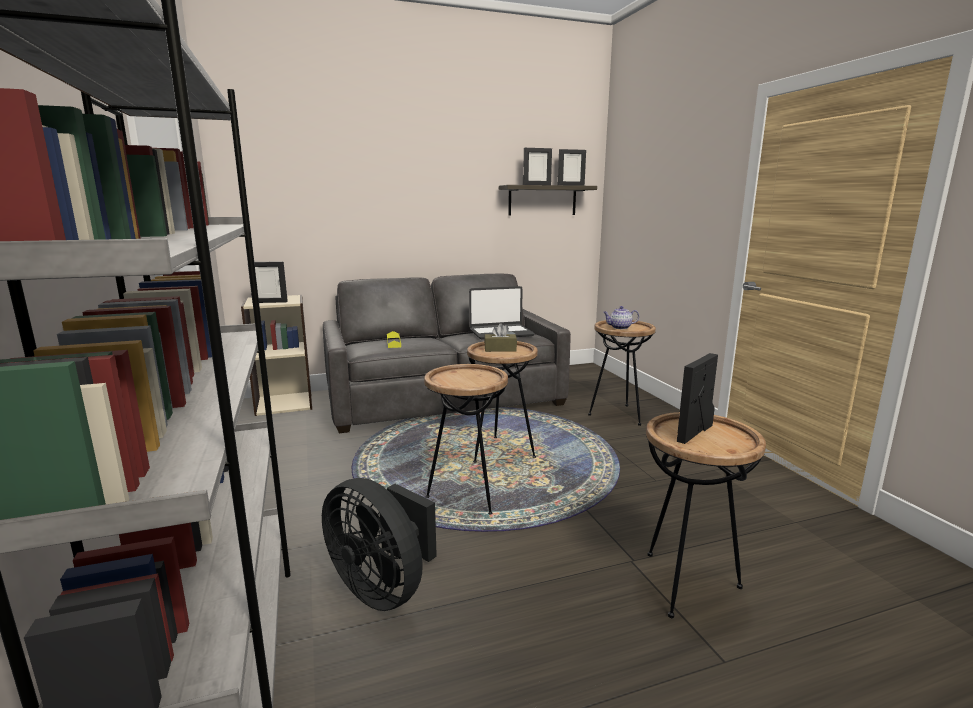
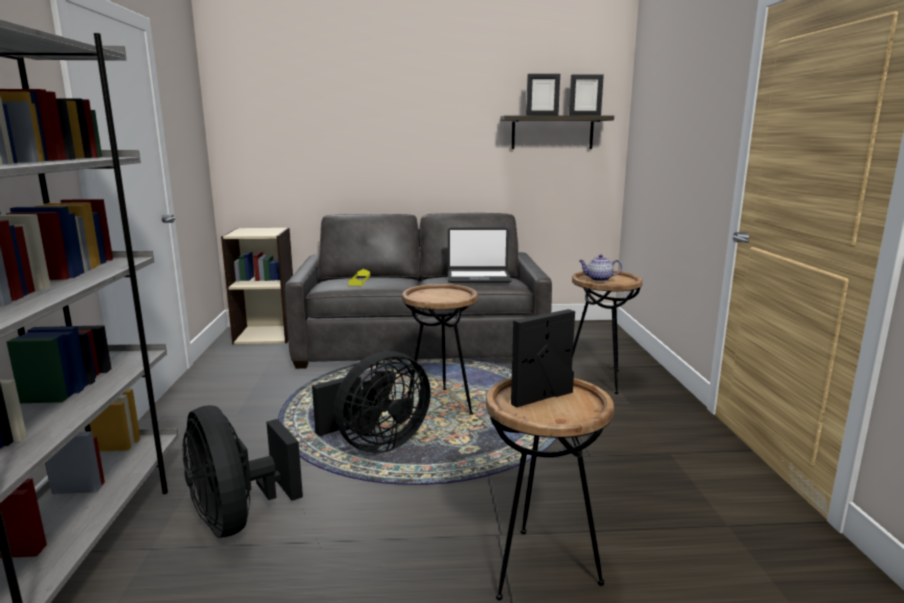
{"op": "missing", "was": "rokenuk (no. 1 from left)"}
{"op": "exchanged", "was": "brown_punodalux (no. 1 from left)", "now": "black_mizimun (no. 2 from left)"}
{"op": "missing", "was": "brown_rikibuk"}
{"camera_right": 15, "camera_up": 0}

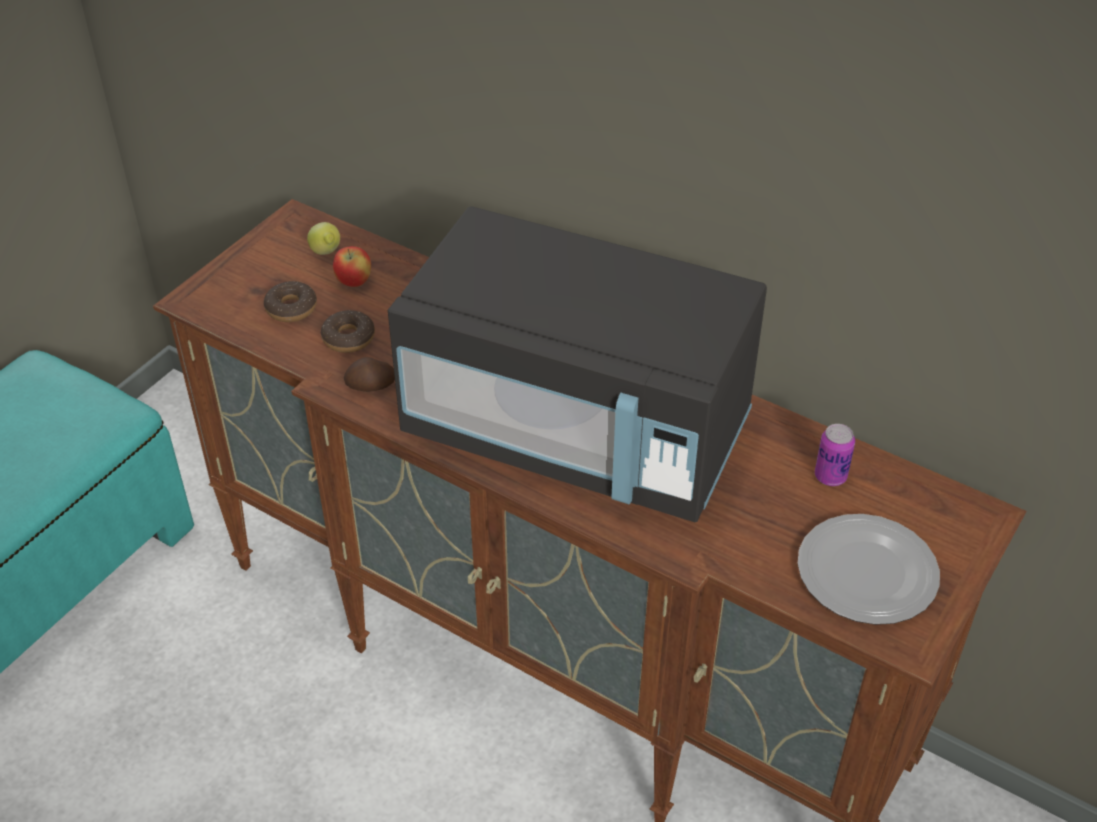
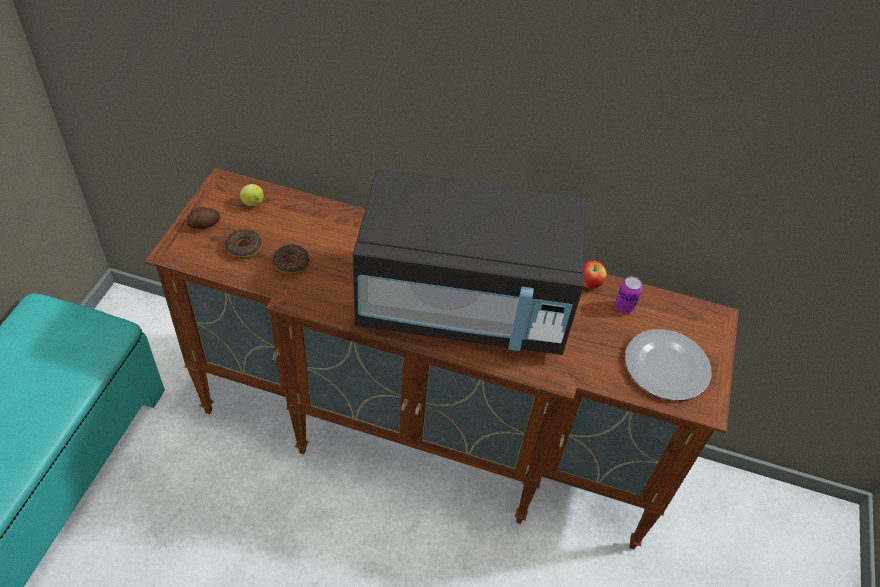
{"op": "relocated", "was": "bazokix"}
{"op": "relocated", "was": "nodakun"}
{"camera_right": -20, "camera_up": 5}

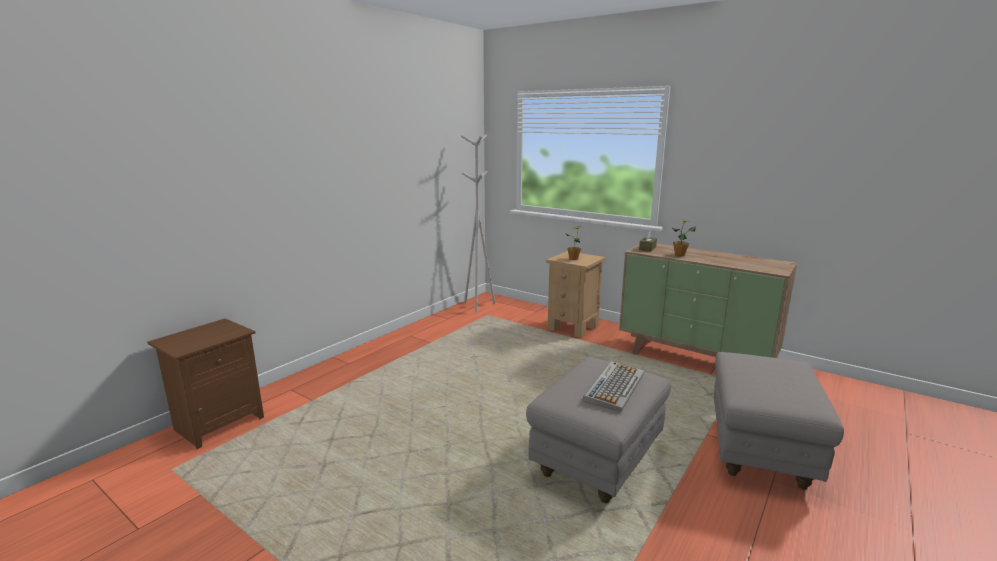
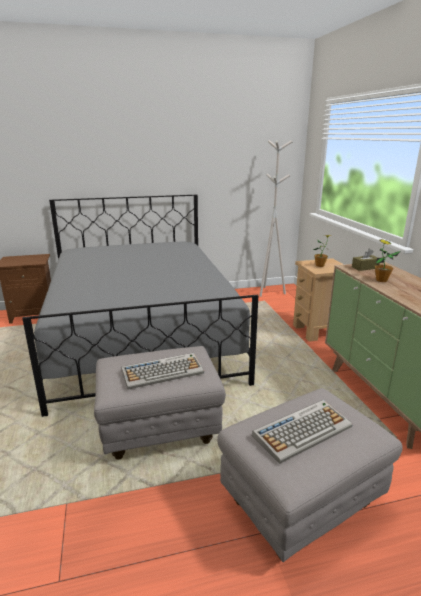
{"op": "appeared", "now": "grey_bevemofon"}
{"op": "appeared", "now": "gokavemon (no. 2 from left)"}
{"camera_right": 40, "camera_up": 5}

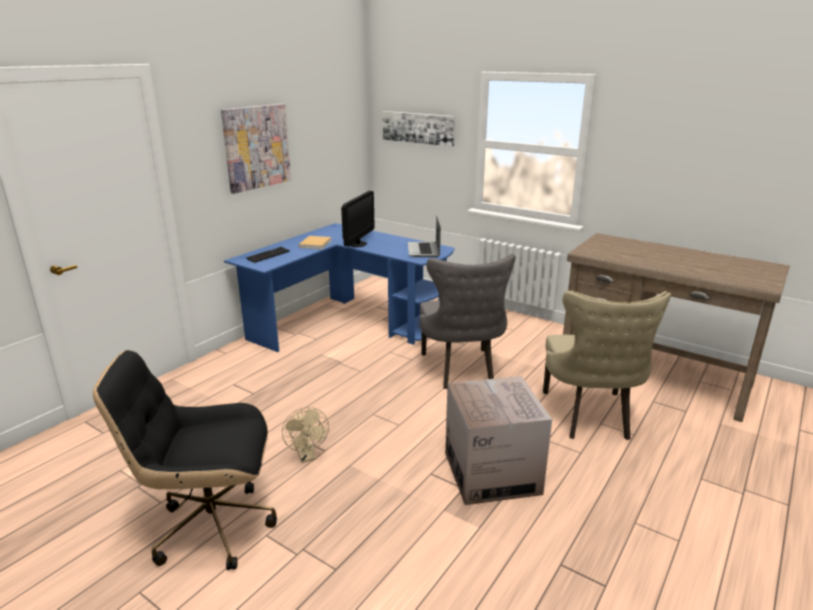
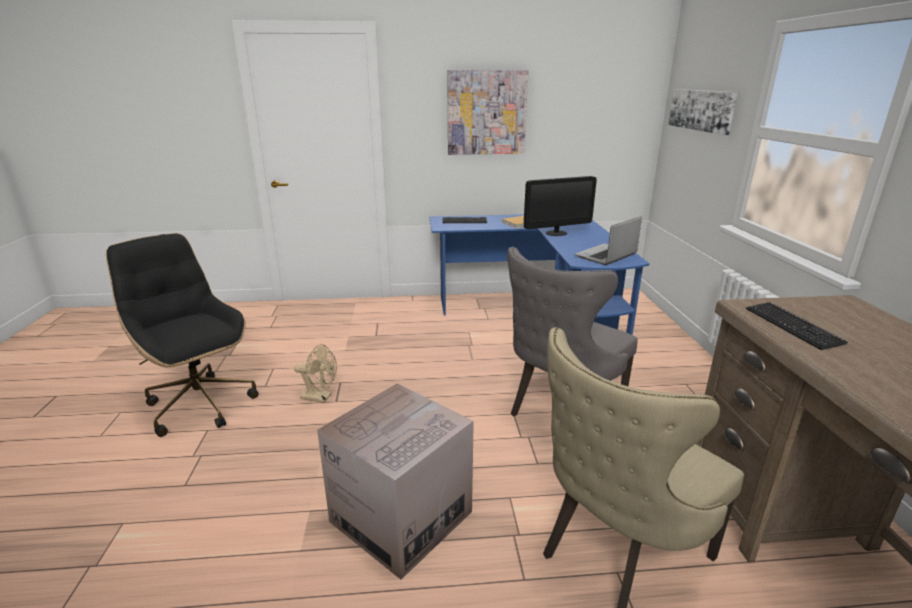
{"op": "spun", "was": "beige_mizimun", "clockwise": -105}
{"op": "appeared", "now": "gokavemon (no. 2 from left)"}
{"camera_right": 50, "camera_up": 0}

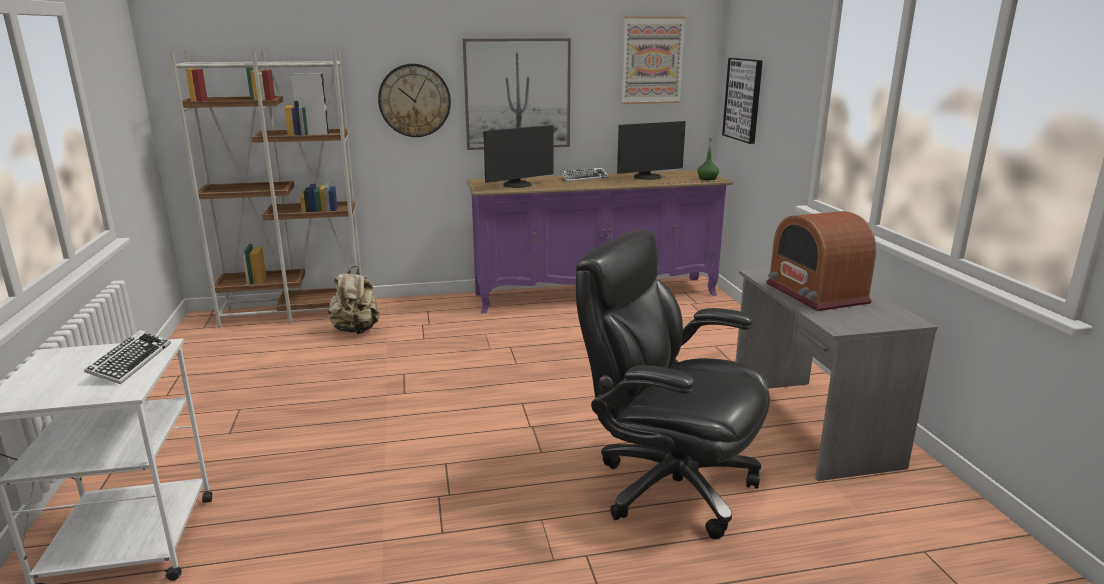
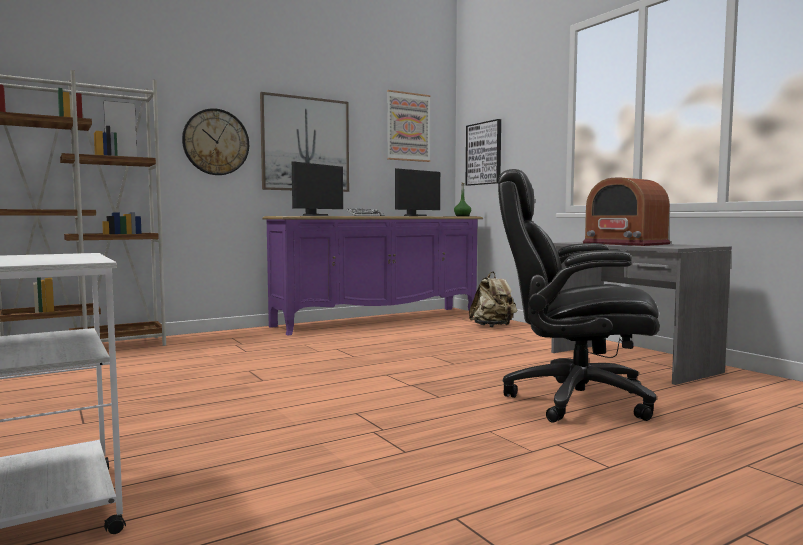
{"op": "missing", "was": "gokavemon (no. 1 from left)"}
{"op": "relocated", "was": "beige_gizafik"}
{"camera_right": -20, "camera_up": -15}

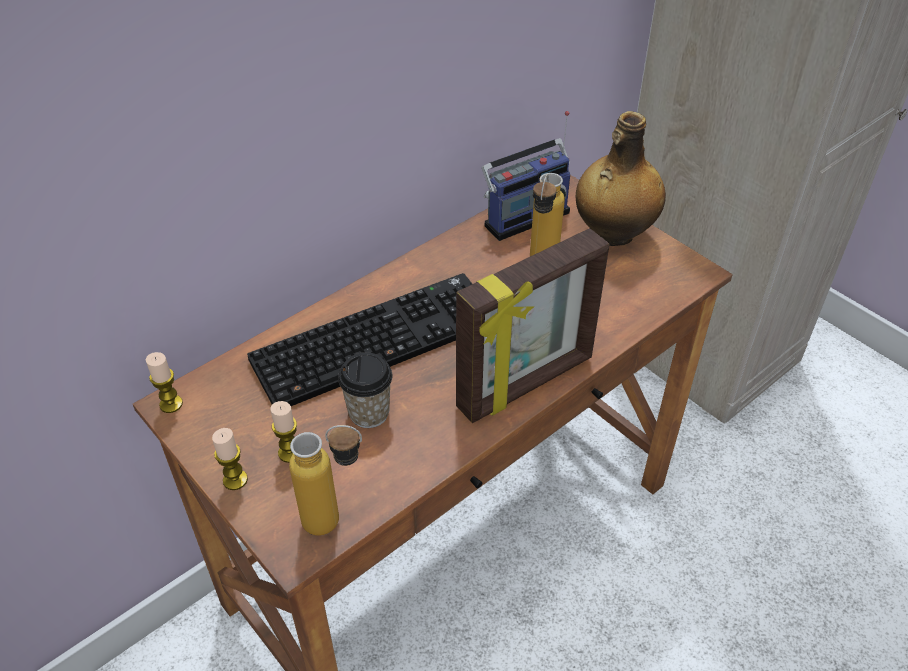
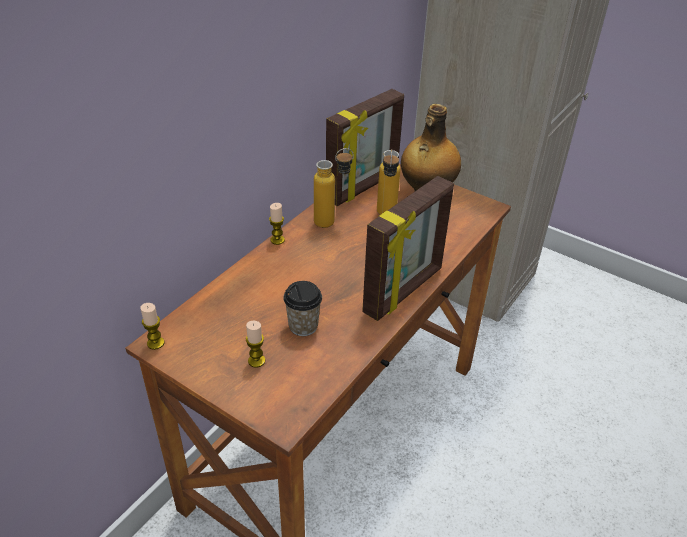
{"op": "relocated", "was": "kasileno (no. 2 from left in the first image)", "now": "kasileno (no. 3 from left)"}
{"op": "missing", "was": "gokavemon"}
{"op": "relocated", "was": "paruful (no. 1 from left)"}
{"op": "exchanged", "was": "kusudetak", "now": "rokenuk (no. 1 from left)"}
{"camera_right": -15, "camera_up": -5}

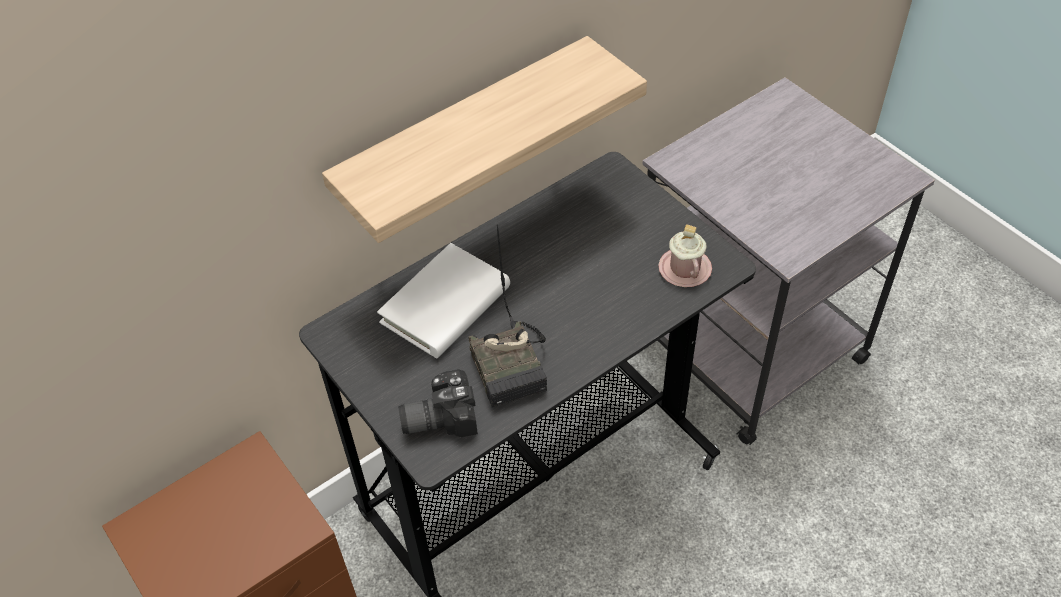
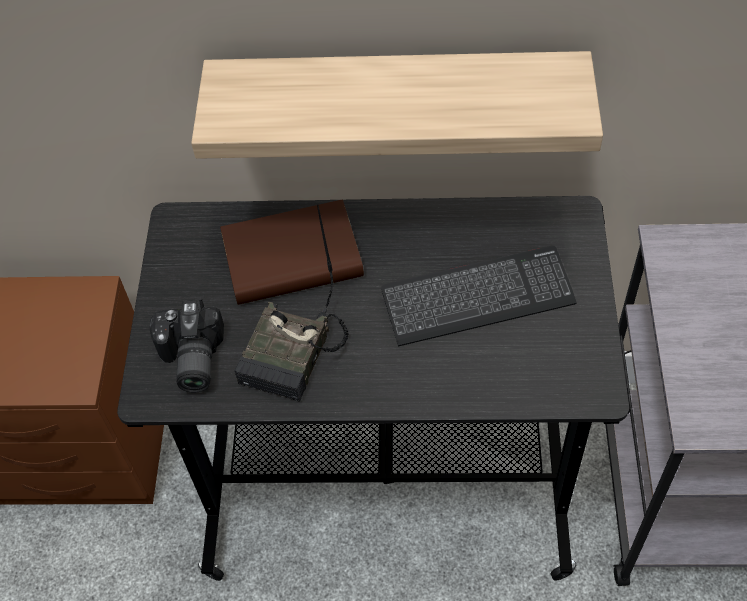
{"op": "colour", "was": "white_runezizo", "now": "brown_runezizo"}
{"op": "spun", "was": "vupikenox", "clockwise": -120}
{"op": "missing", "was": "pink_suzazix"}
{"op": "appeared", "now": "gokavemon"}
{"camera_right": 40, "camera_up": 5}

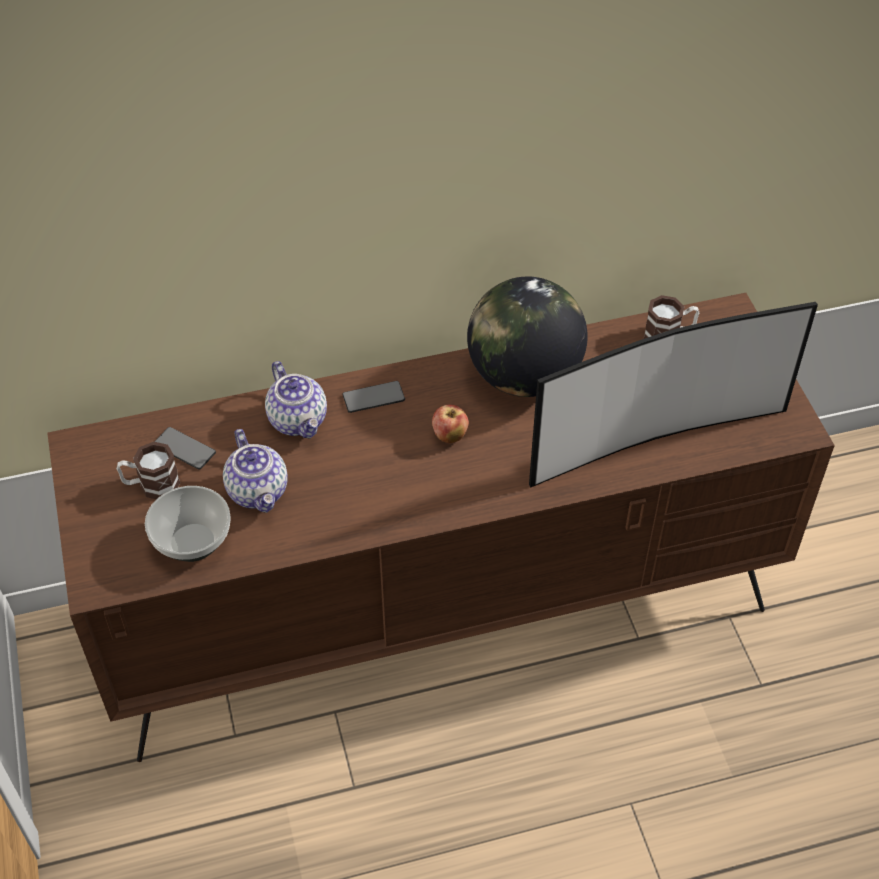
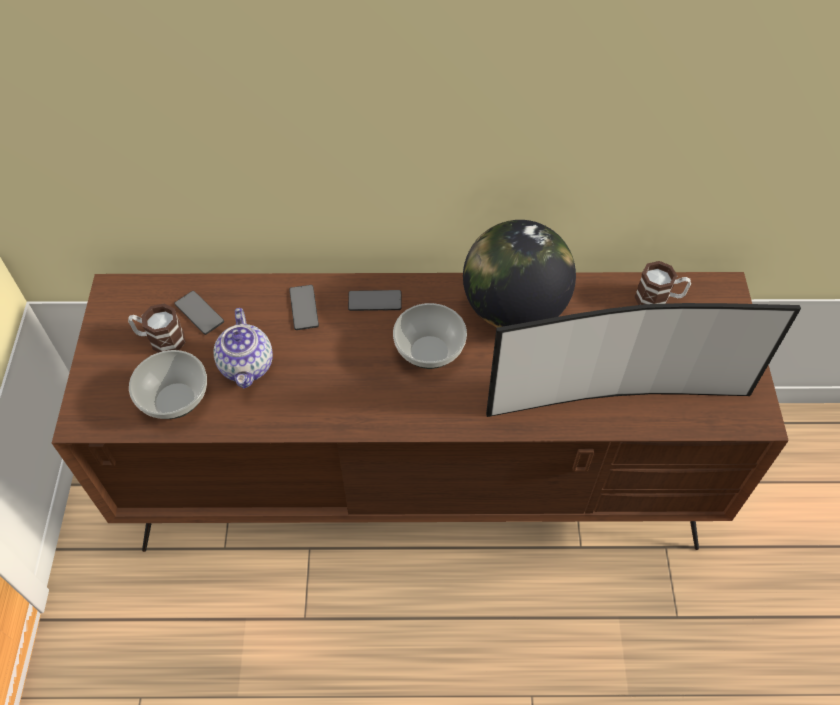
{"op": "exchanged", "was": "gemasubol (no. 2 from left)", "now": "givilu (no. 2 from left)"}
{"op": "exchanged", "was": "bazokix", "now": "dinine (no. 2 from left)"}
{"camera_right": 15, "camera_up": 5}

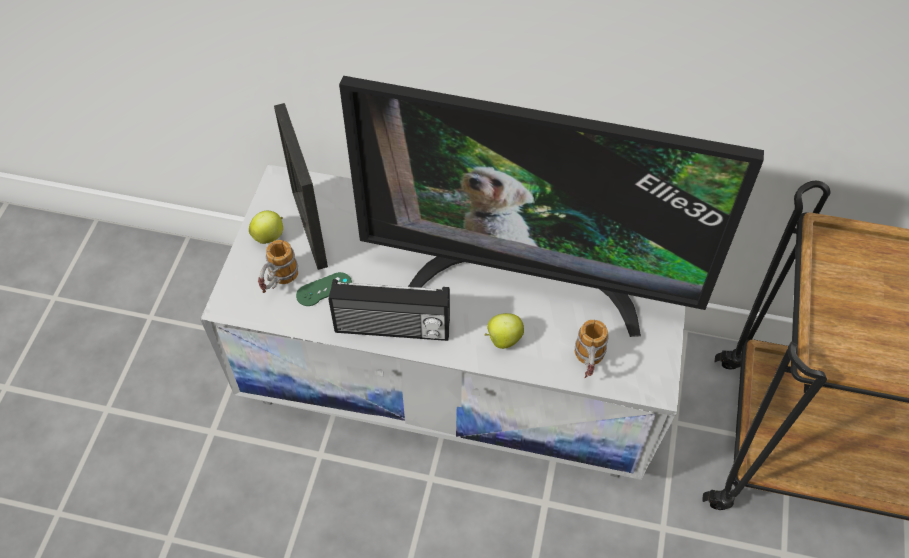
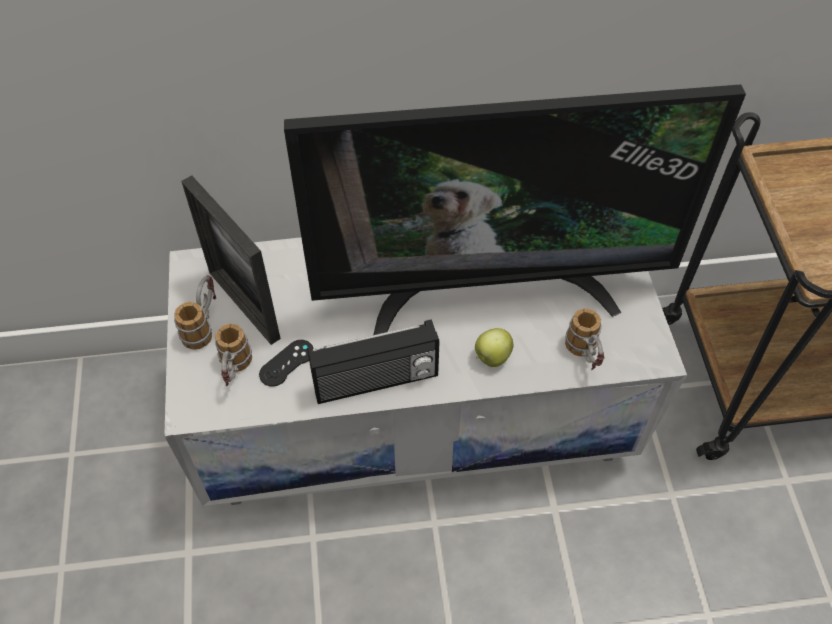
{"op": "exchanged", "was": "bazokix (no. 1 from left)", "now": "suzazix (no. 1 from left)"}
{"op": "colour", "was": "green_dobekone", "now": "black_dobekone"}
{"camera_right": -20, "camera_up": 0}

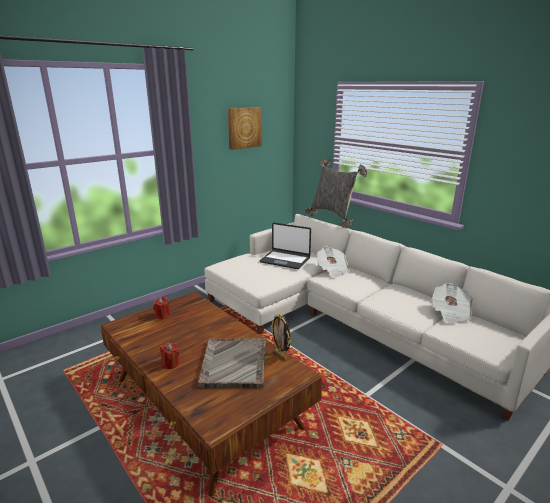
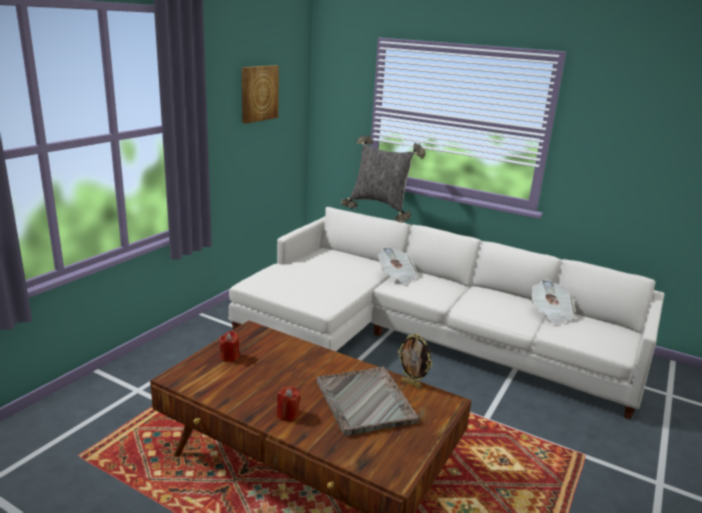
{"op": "missing", "was": "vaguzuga"}
{"camera_right": -20, "camera_up": 0}

